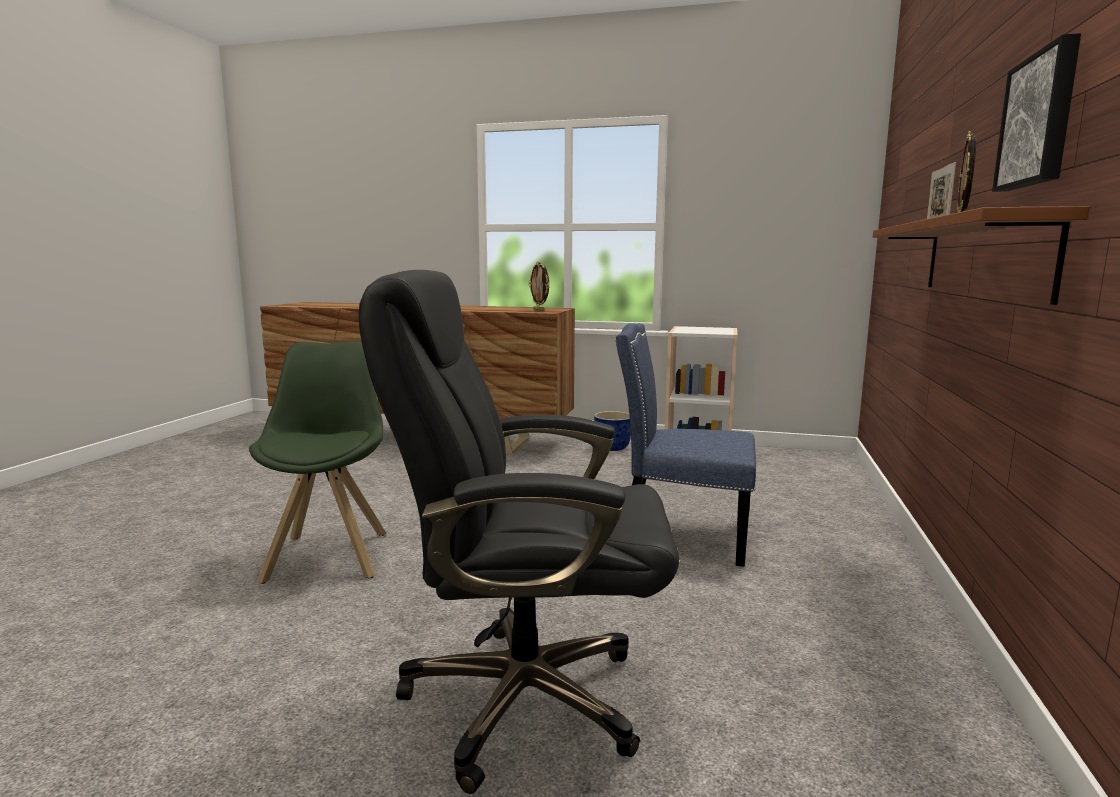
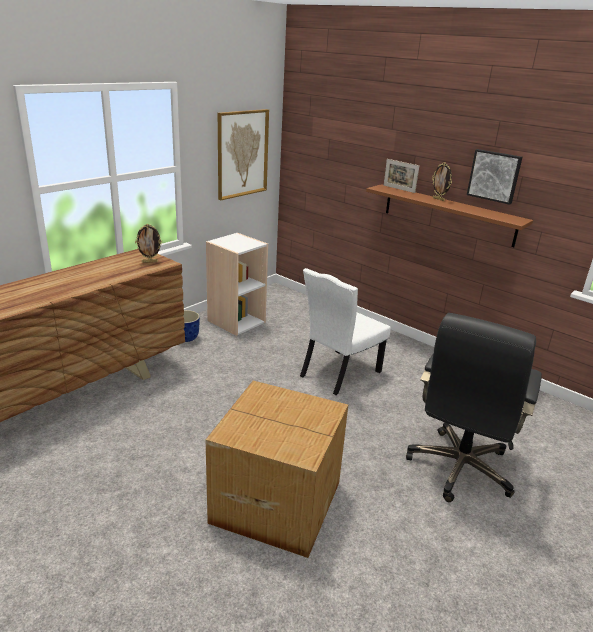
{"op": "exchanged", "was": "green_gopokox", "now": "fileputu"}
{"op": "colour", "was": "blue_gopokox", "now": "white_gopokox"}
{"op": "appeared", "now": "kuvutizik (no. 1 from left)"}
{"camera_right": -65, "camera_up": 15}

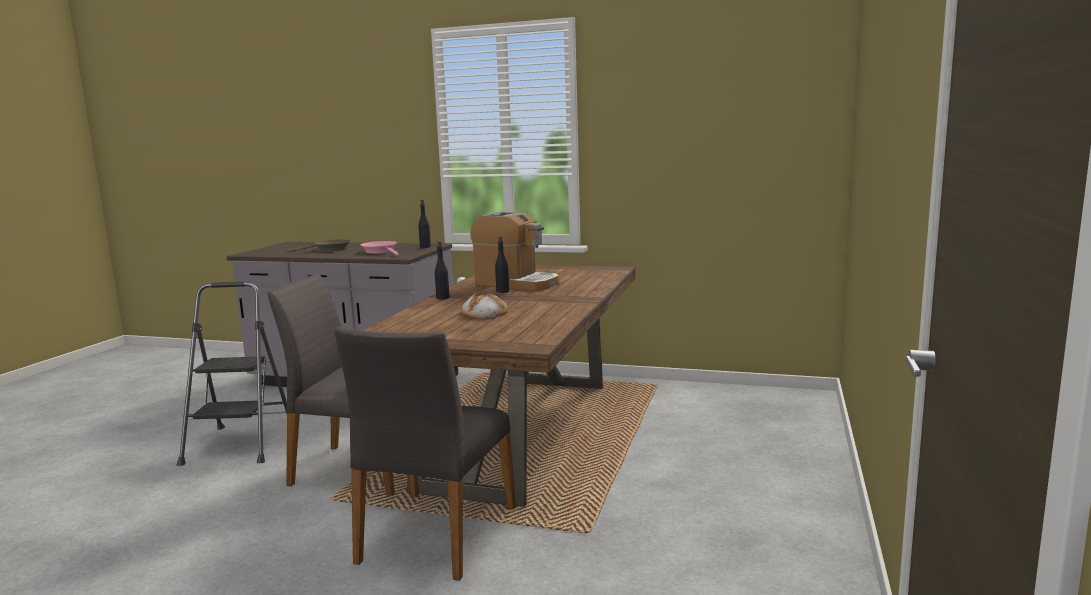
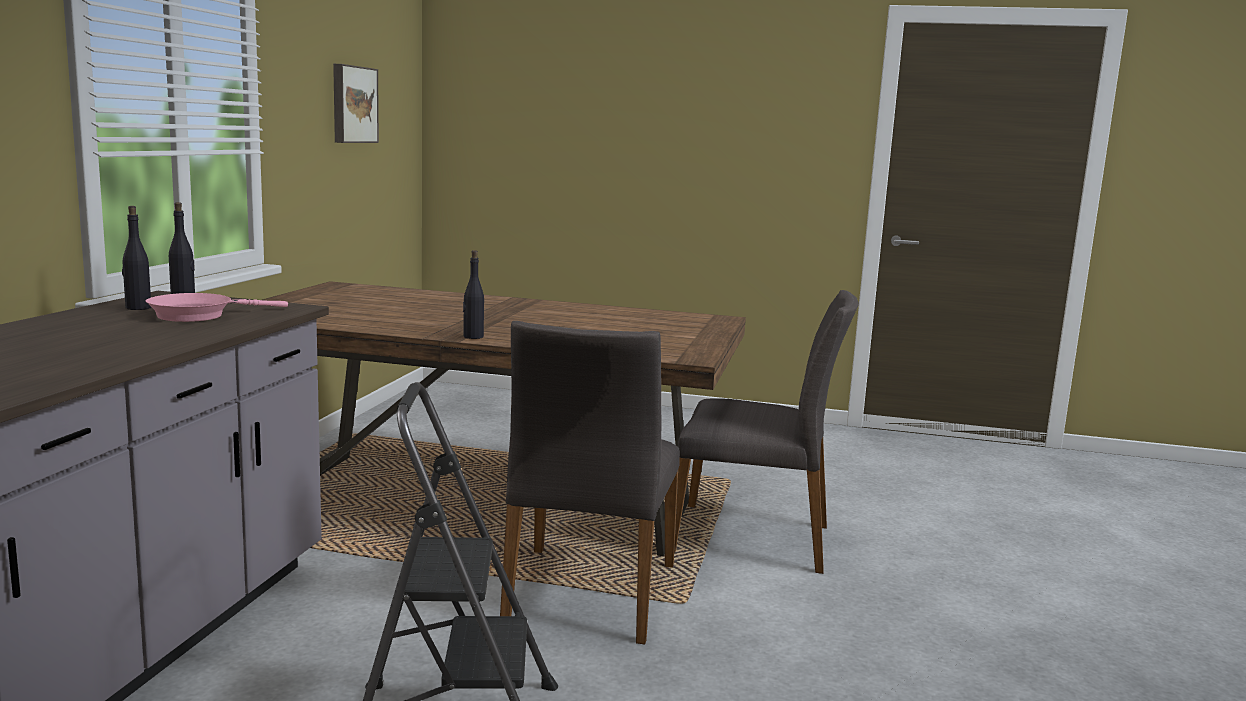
{"op": "missing", "was": "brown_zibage"}
{"op": "missing", "was": "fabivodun"}
{"op": "missing", "was": "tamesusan"}
{"op": "relocated", "was": "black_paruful (no. 3 from left in the first image)", "now": "black_paruful (no. 1 from left)"}
{"op": "appeared", "now": "kuvutizik"}
{"camera_right": -95, "camera_up": 0}

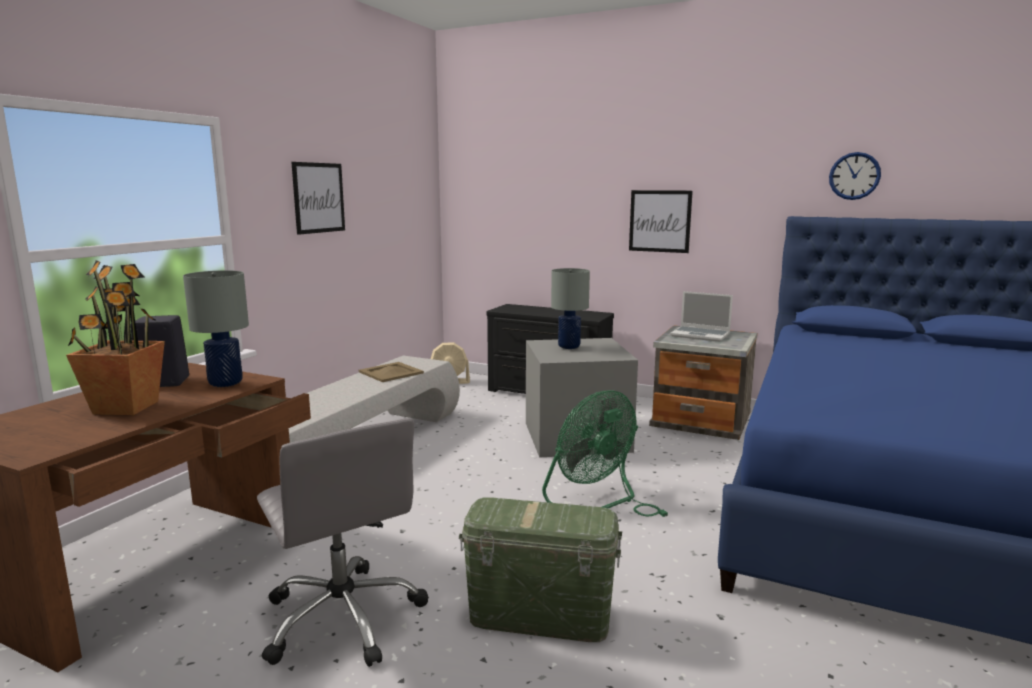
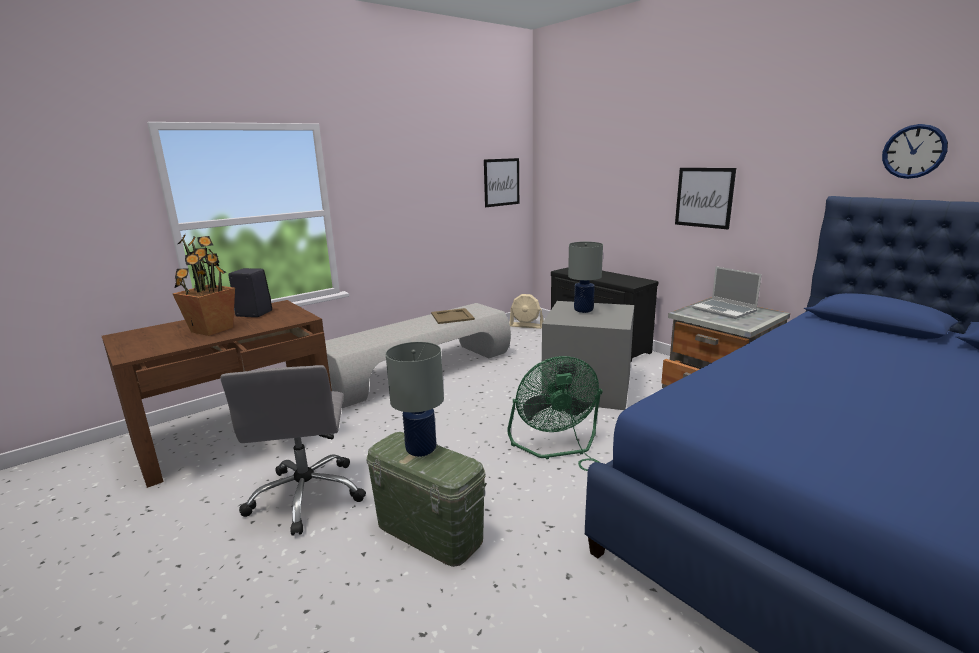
{"op": "relocated", "was": "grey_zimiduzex (no. 1 from left)"}
{"op": "relocated", "was": "kuvutizik (no. 1 from left)"}
{"camera_right": 25, "camera_up": 5}

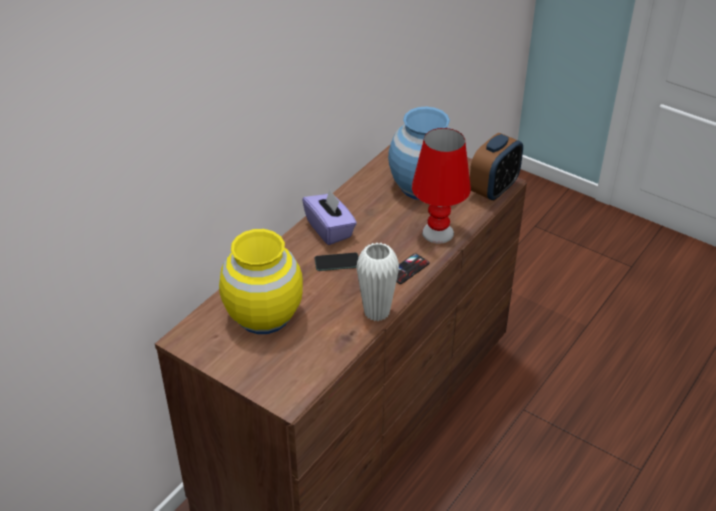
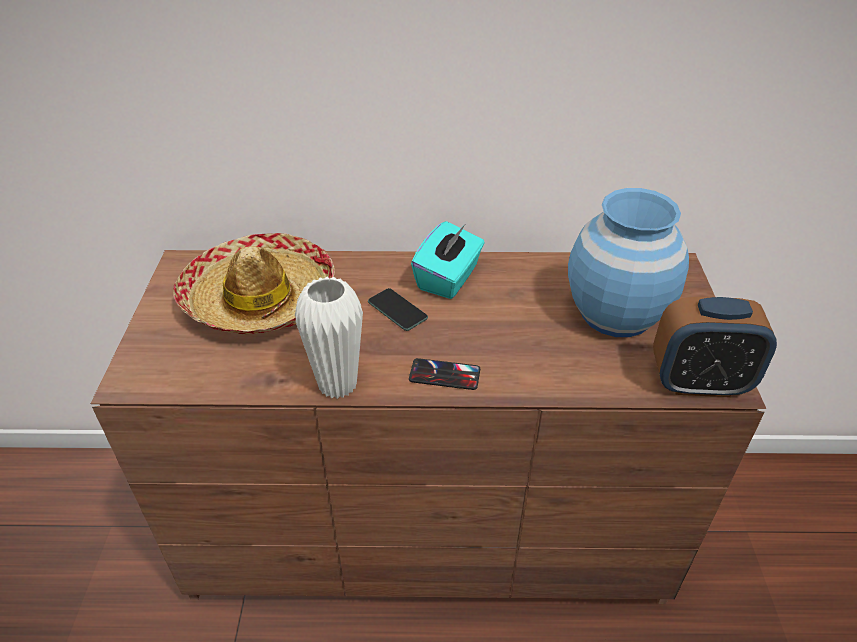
{"op": "exchanged", "was": "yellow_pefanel", "now": "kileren"}
{"op": "colour", "was": "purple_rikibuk", "now": "turquoise_rikibuk"}
{"op": "missing", "was": "red_zimiduzex"}
{"camera_right": 55, "camera_up": 0}

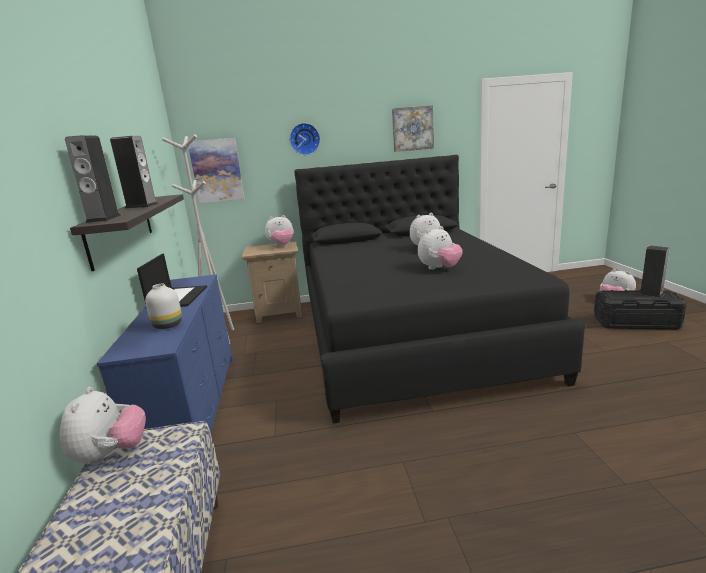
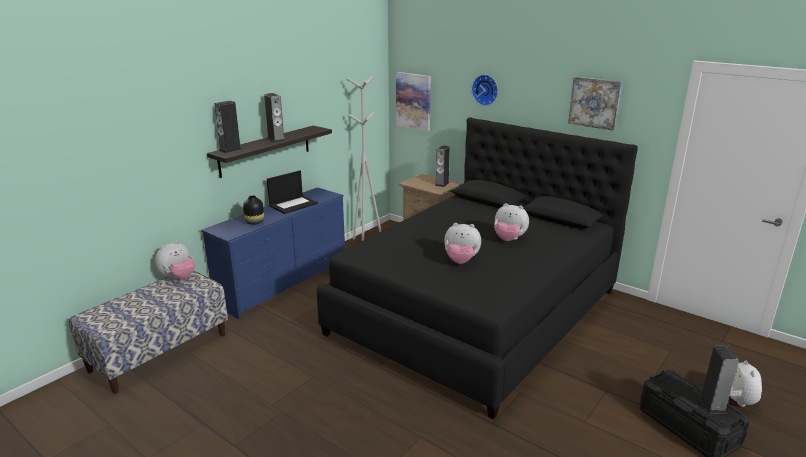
{"op": "colour", "was": "white_pefanel", "now": "black_pefanel"}
{"op": "exchanged", "was": "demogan (no. 2 from left)", "now": "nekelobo (no. 3 from left)"}
{"camera_right": 45, "camera_up": 5}

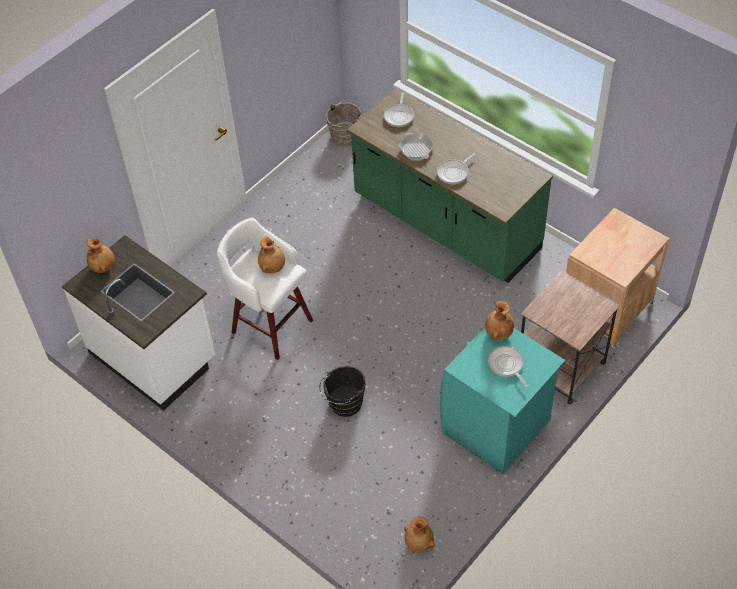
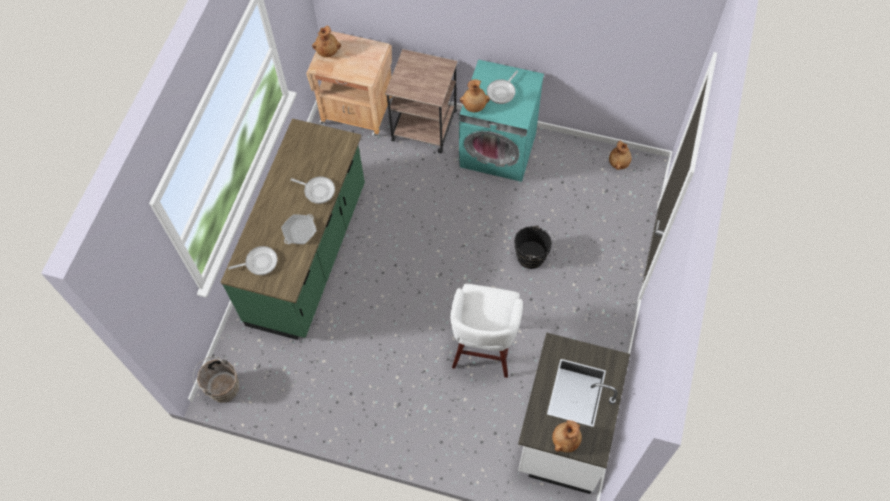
{"op": "relocated", "was": "brown_pefanel (no. 2 from left in the first image)", "now": "brown_pefanel (no. 1 from left)"}
{"camera_right": -115, "camera_up": 10}

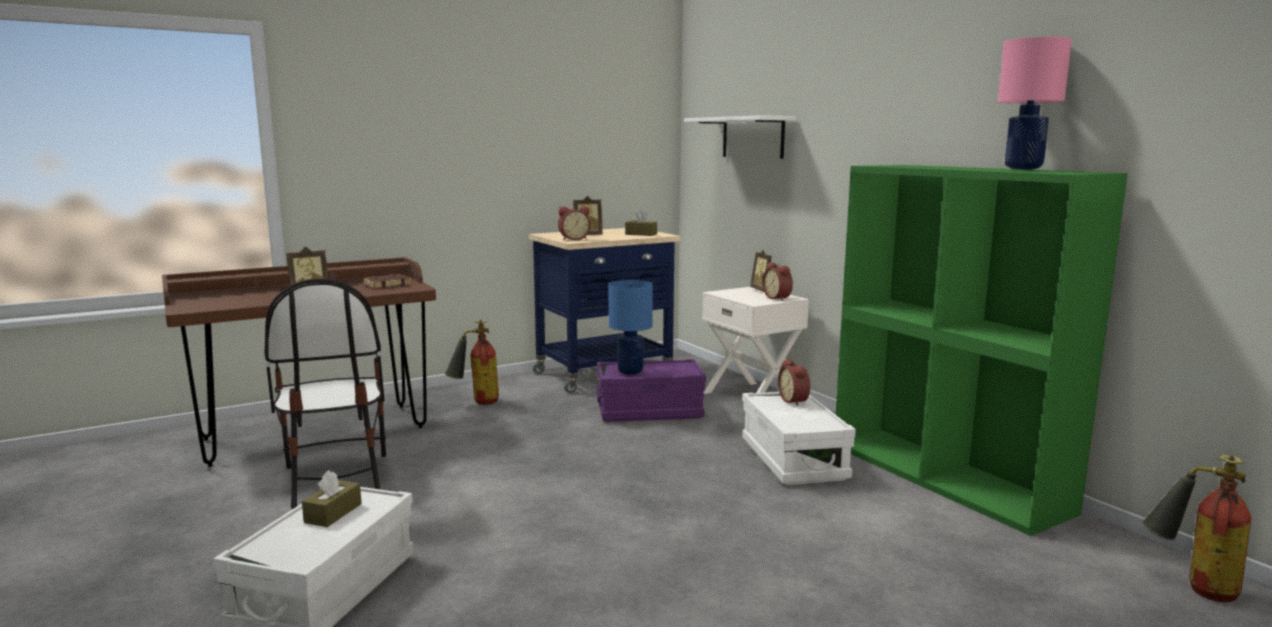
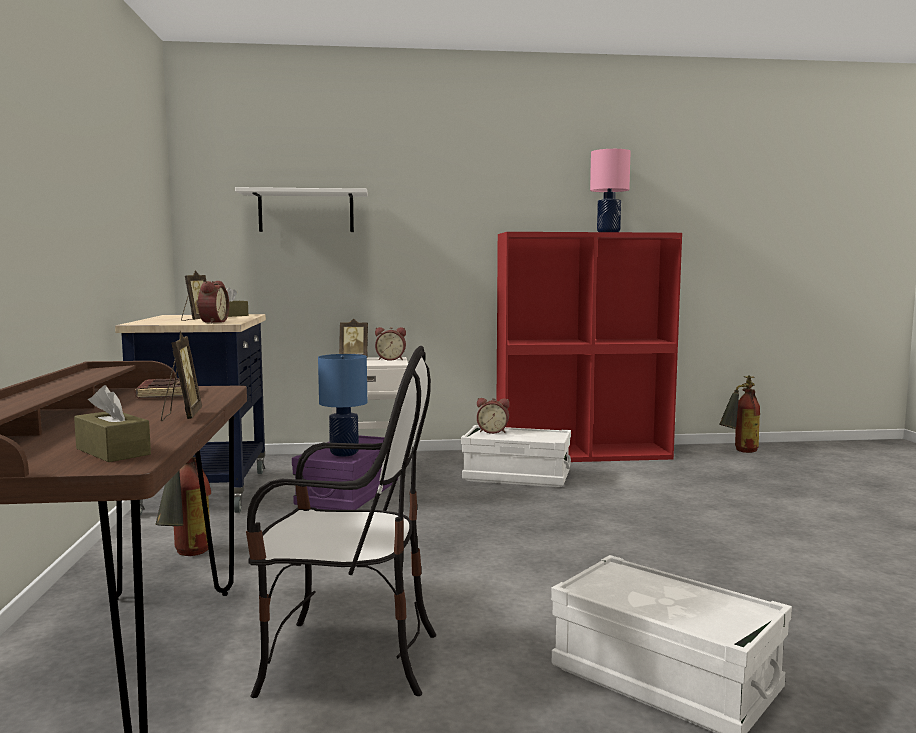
{"op": "relocated", "was": "brown_rikibuk (no. 1 from left)"}
{"op": "colour", "was": "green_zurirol", "now": "red_zurirol"}
{"camera_right": -65, "camera_up": -5}

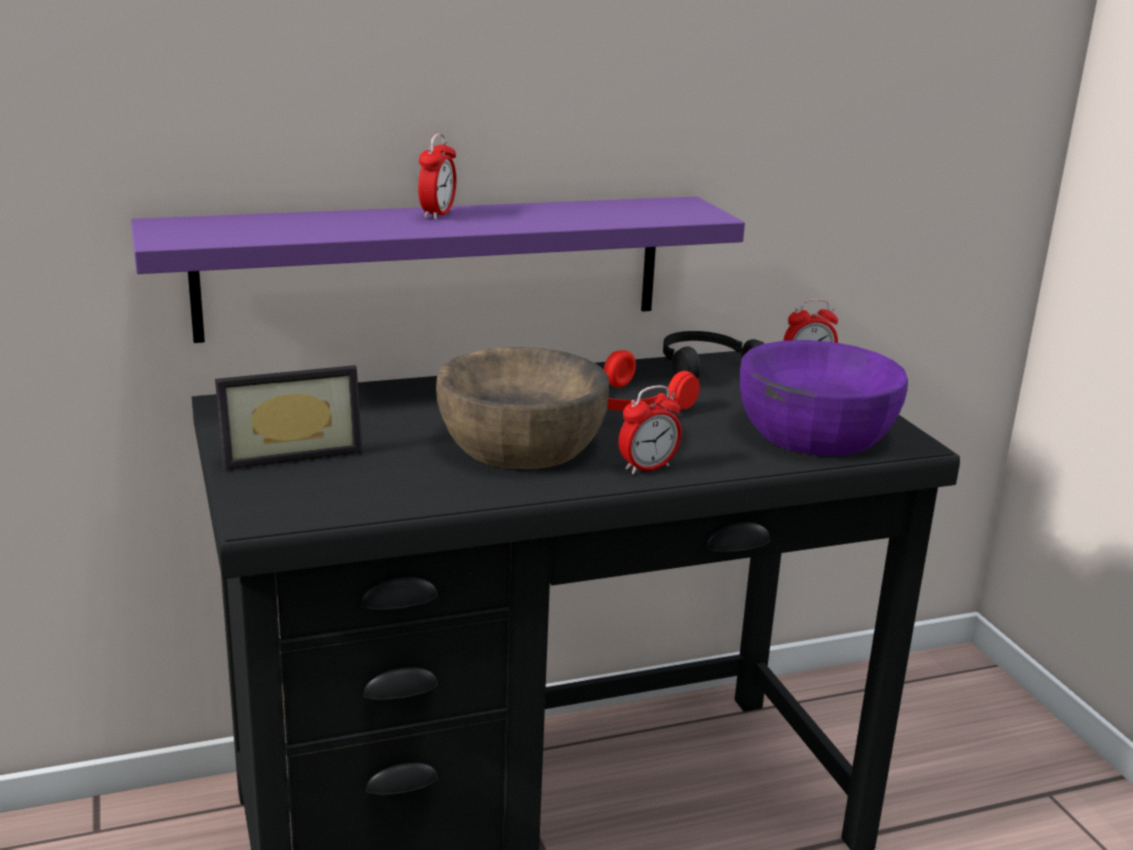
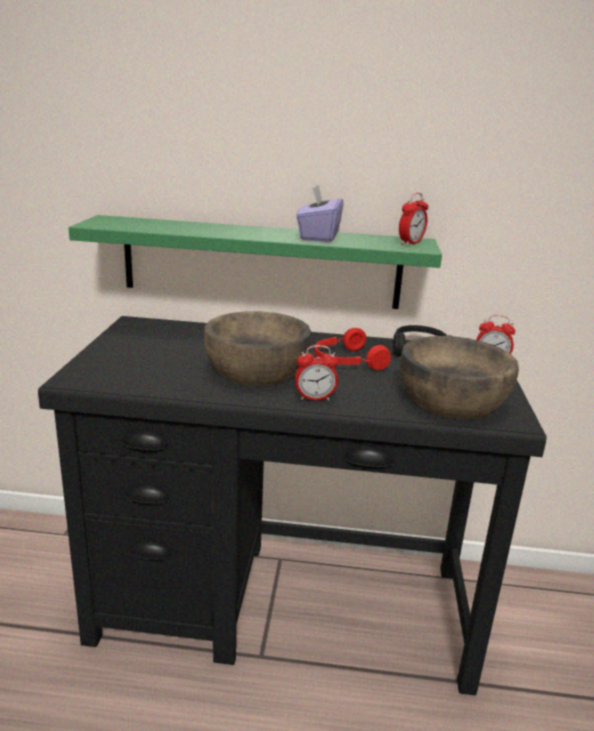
{"op": "colour", "was": "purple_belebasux", "now": "green_belebasux"}
{"op": "missing", "was": "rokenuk"}
{"op": "relocated", "was": "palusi (no. 1 from left in the first image)", "now": "palusi (no. 2 from left)"}
{"op": "colour", "was": "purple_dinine", "now": "brown_dinine (no. 2 from left)"}
{"op": "appeared", "now": "purple_rikibuk"}
{"camera_right": 25, "camera_up": 0}

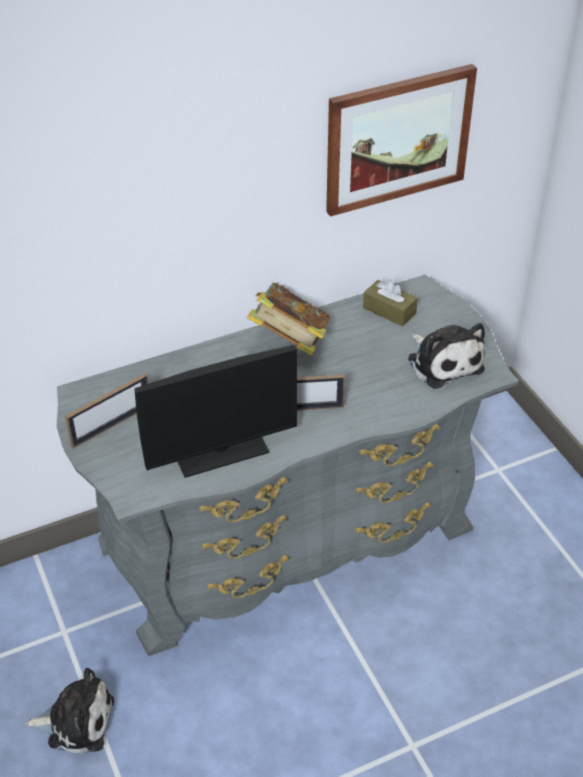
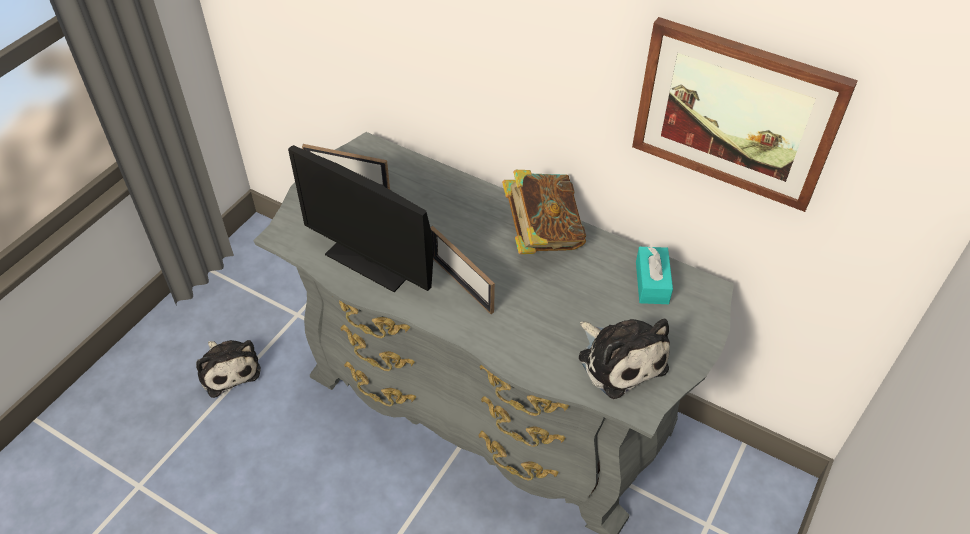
{"op": "colour", "was": "brown_rikibuk", "now": "turquoise_rikibuk"}
{"op": "spun", "was": "demogan (no. 2 from left)", "clockwise": -60}
{"camera_right": 55, "camera_up": 5}

